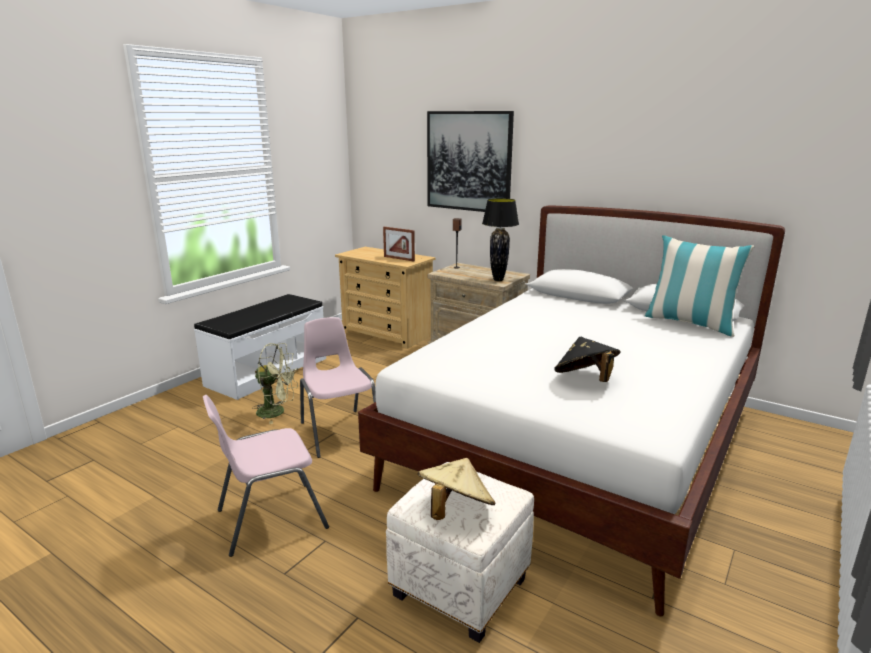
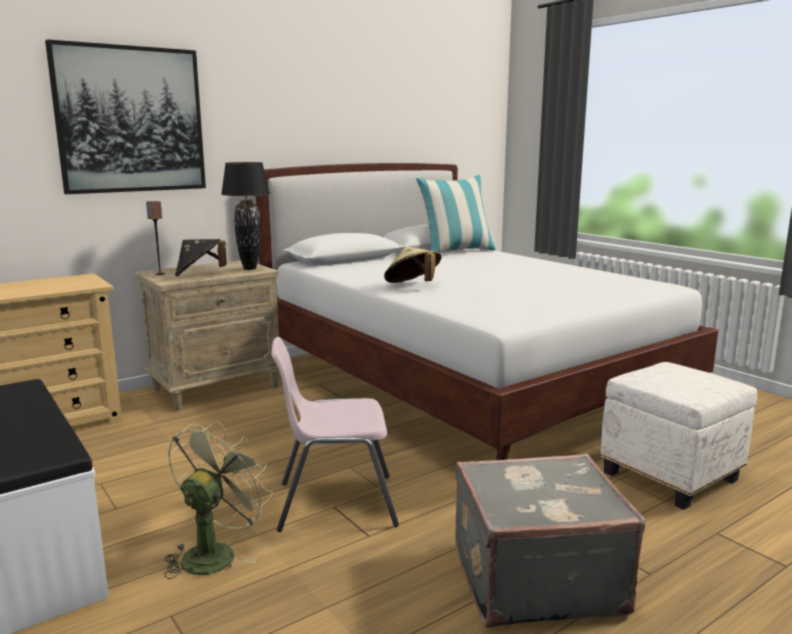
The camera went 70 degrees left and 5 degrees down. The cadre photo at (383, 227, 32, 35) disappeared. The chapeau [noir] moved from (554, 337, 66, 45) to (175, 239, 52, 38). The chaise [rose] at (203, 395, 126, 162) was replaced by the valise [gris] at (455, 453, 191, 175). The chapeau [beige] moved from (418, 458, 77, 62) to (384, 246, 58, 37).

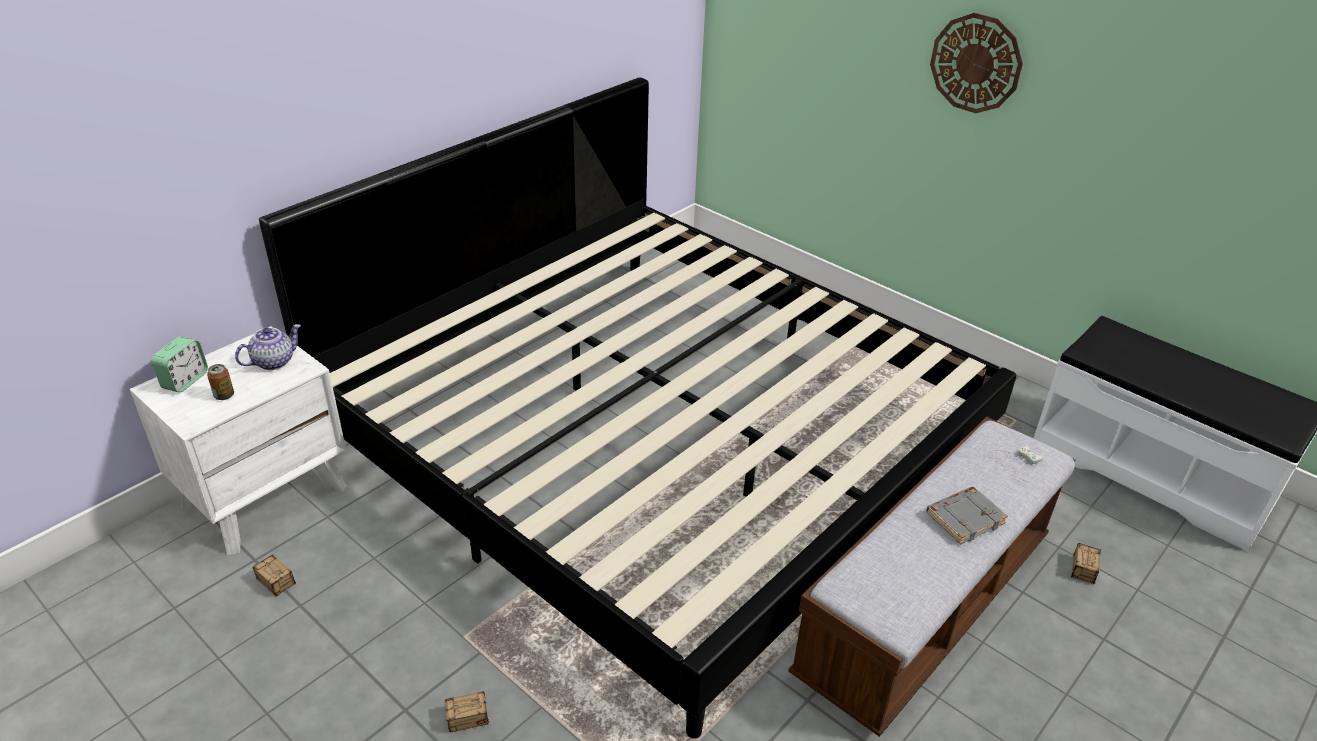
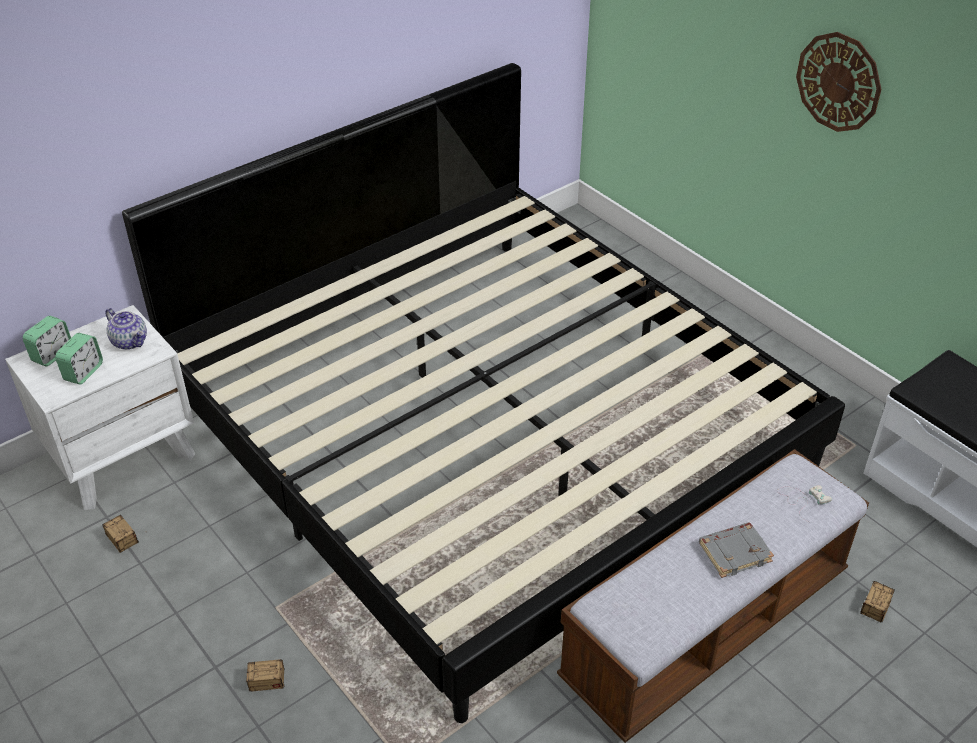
The camera went 10 degrees right and 5 degrees up. The théière at (235, 324, 66, 46) turned 75 degrees clockwise. The boîte métallique at (207, 364, 27, 36) was replaced by the réveil at (55, 333, 48, 51).

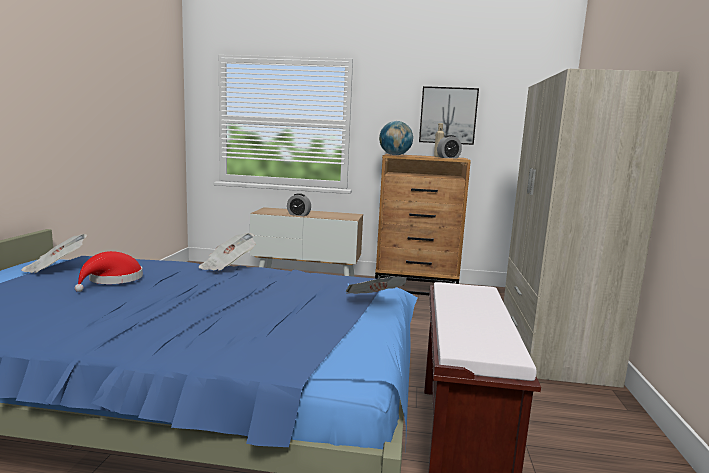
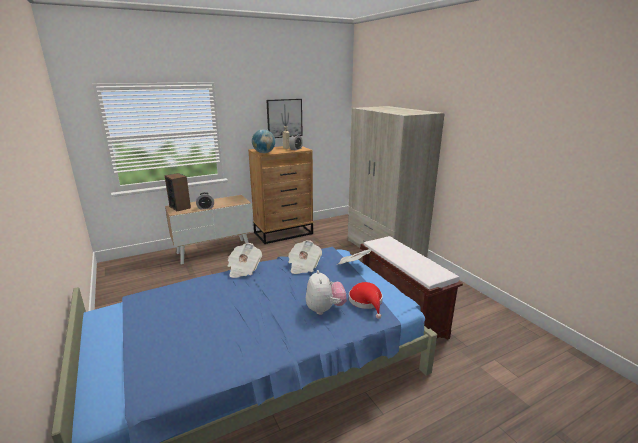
The camera went 35 degrees left and 10 degrees up. The journal moved from (22, 234, 66, 39) to (288, 240, 34, 34). The chapeau [rouge] moved from (75, 251, 68, 41) to (349, 282, 34, 37). The enceinte at (165, 173, 26, 38) appeared. The peluche at (306, 270, 41, 45) appeared.

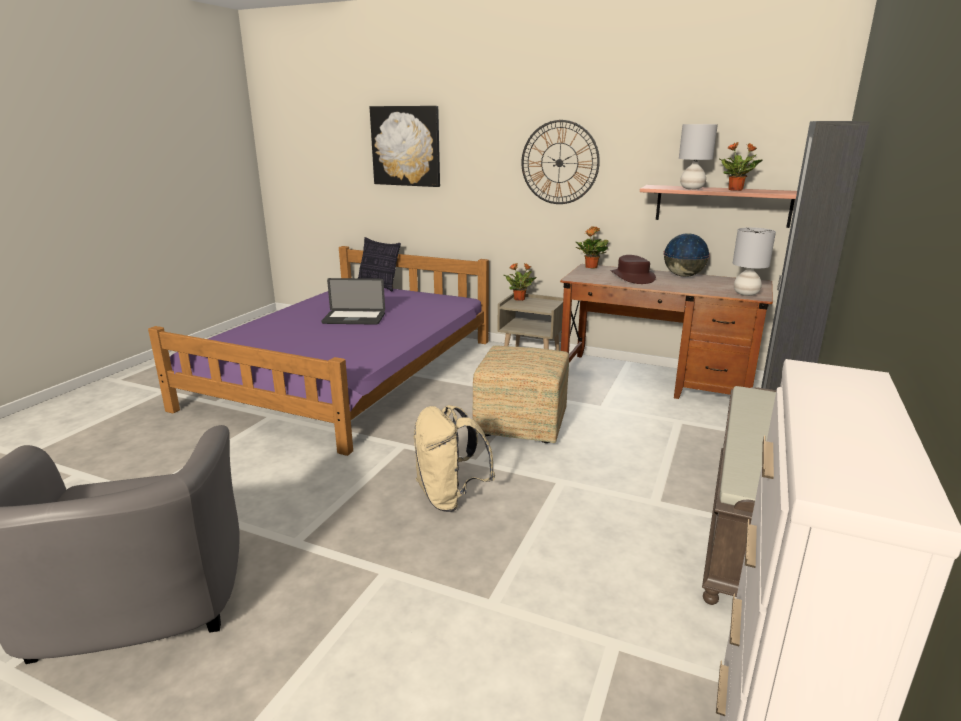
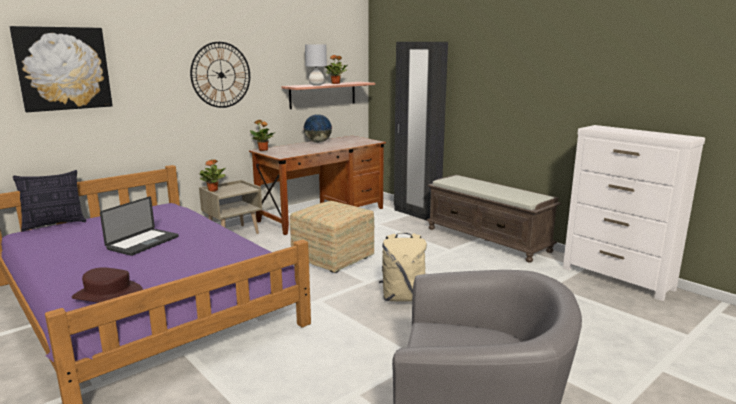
The camera went 65 degrees left and 5 degrees down. The lampe de table [gris] at (733, 227, 43, 69) disappeared. The chapeau [marron] moved from (611, 255, 45, 29) to (72, 268, 71, 35).

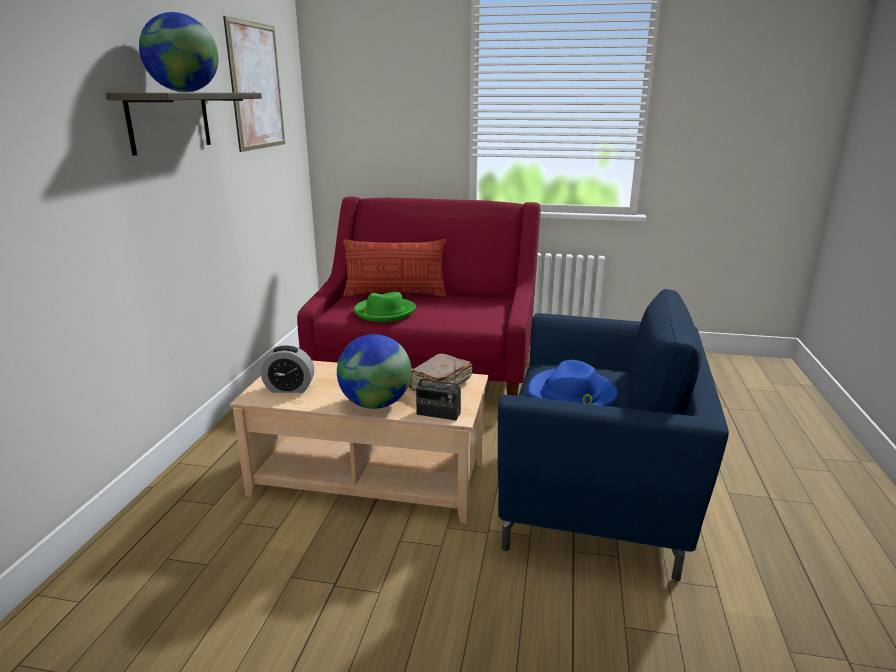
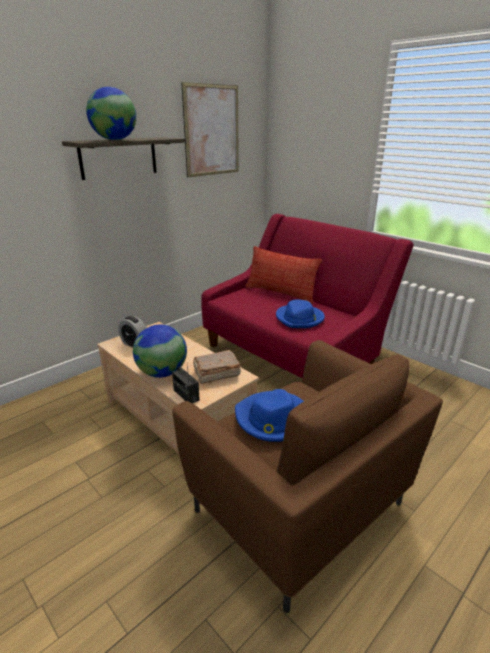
The camera went 35 degrees right and 5 degrees up. The fauteuil [bleu] at (498, 289, 231, 292) became the fauteuil [marron] at (173, 340, 270, 273). The chapeau [vert] at (354, 292, 62, 30) disappeared. The chapeau [bleu] at (276, 299, 49, 29) appeared.

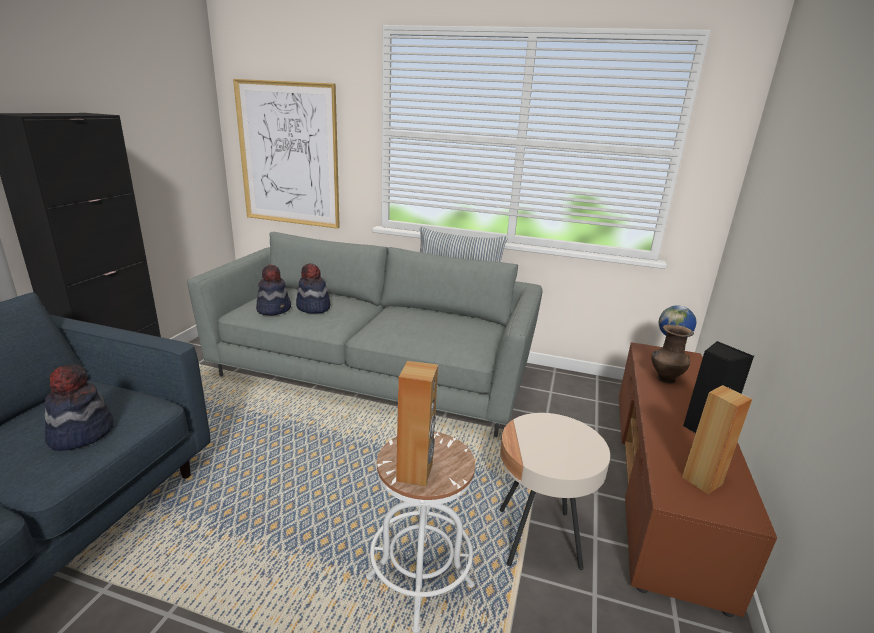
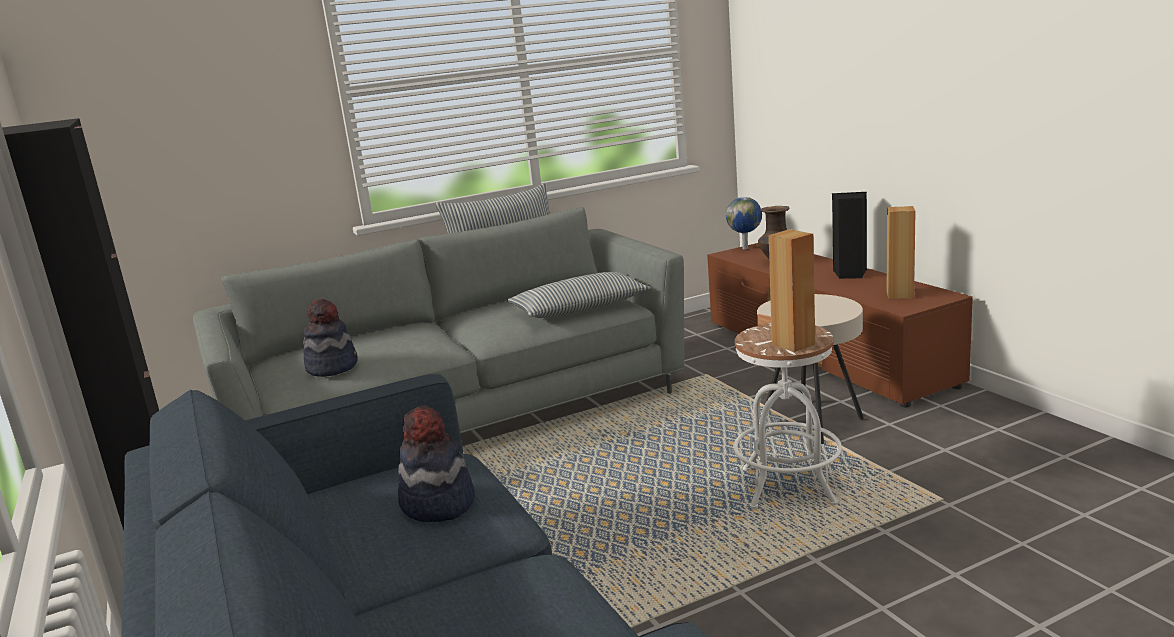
The camera went 40 degrees left and 5 degrees down. The tableau at (233, 79, 107, 150) disappeared. The chapeau at (296, 263, 34, 50) disappeared. The coussin at (507, 272, 143, 46) appeared.

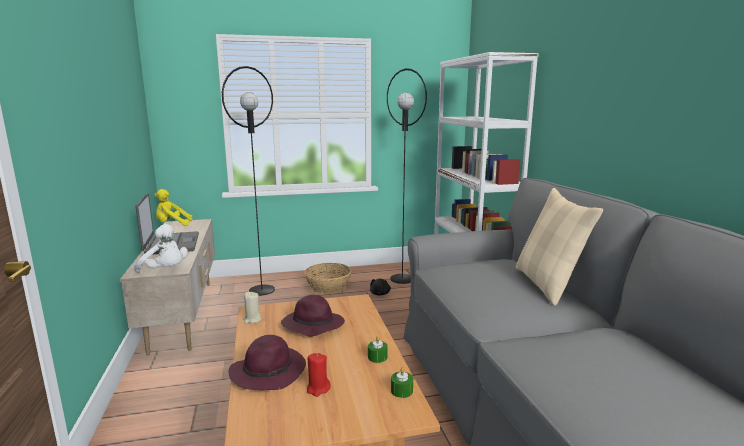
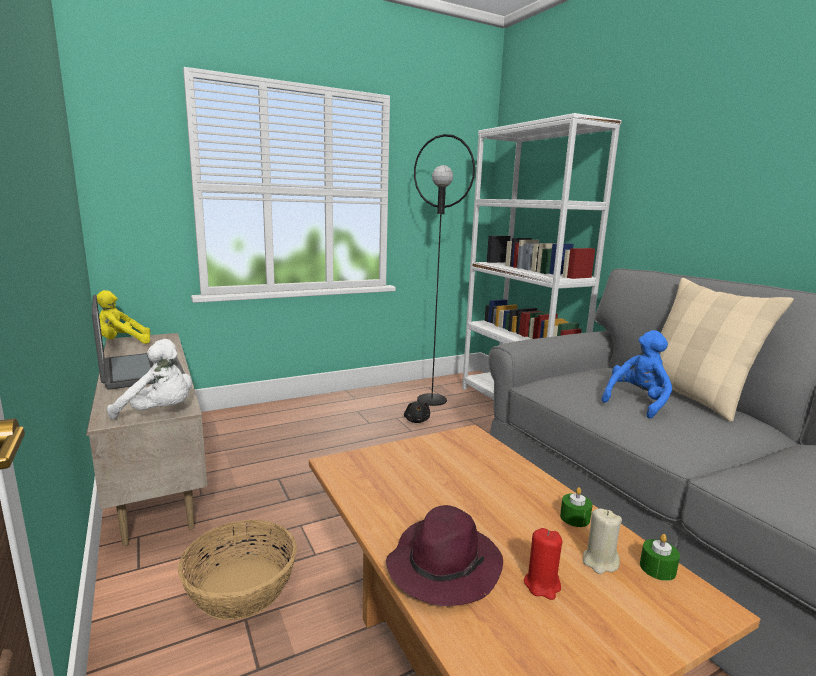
The camera went 15 degrees left and 0 degrees up. The lampadaire [noir] at (222, 66, 53, 230) disappeared. The panier moved from (304, 263, 48, 31) to (178, 520, 119, 100). The bougie [beige] moved from (243, 292, 19, 31) to (583, 509, 39, 65). The chapeau [violet] at (281, 295, 64, 42) disappeared. The peluche [bleu] at (601, 330, 71, 88) appeared.

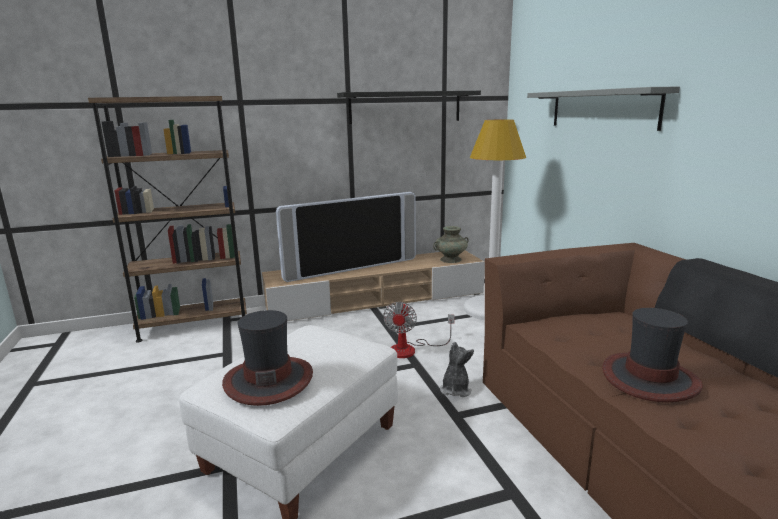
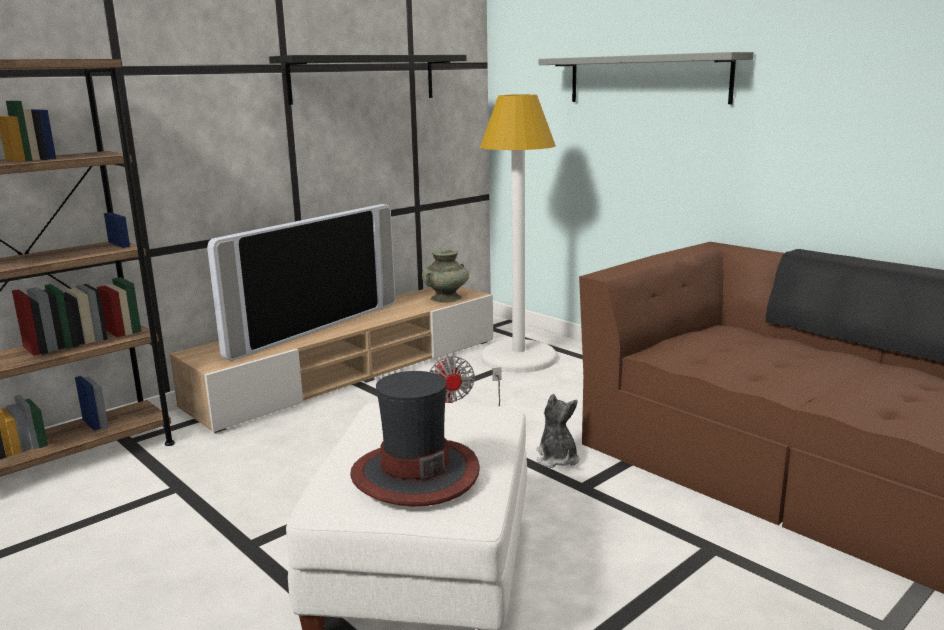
The camera went 25 degrees left and 0 degrees up. The chapeau at (602, 308, 101, 94) disappeared.

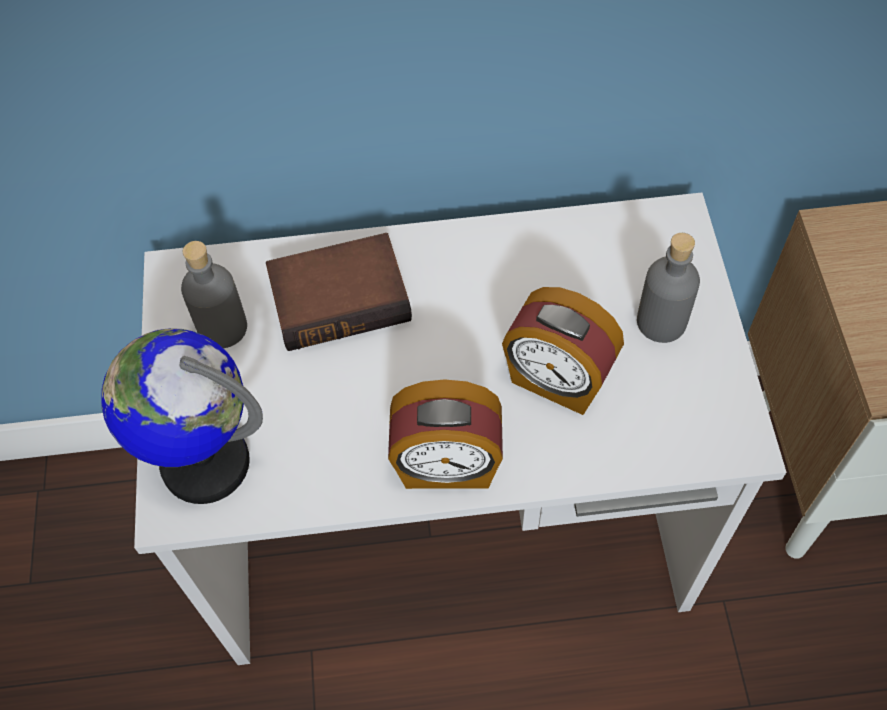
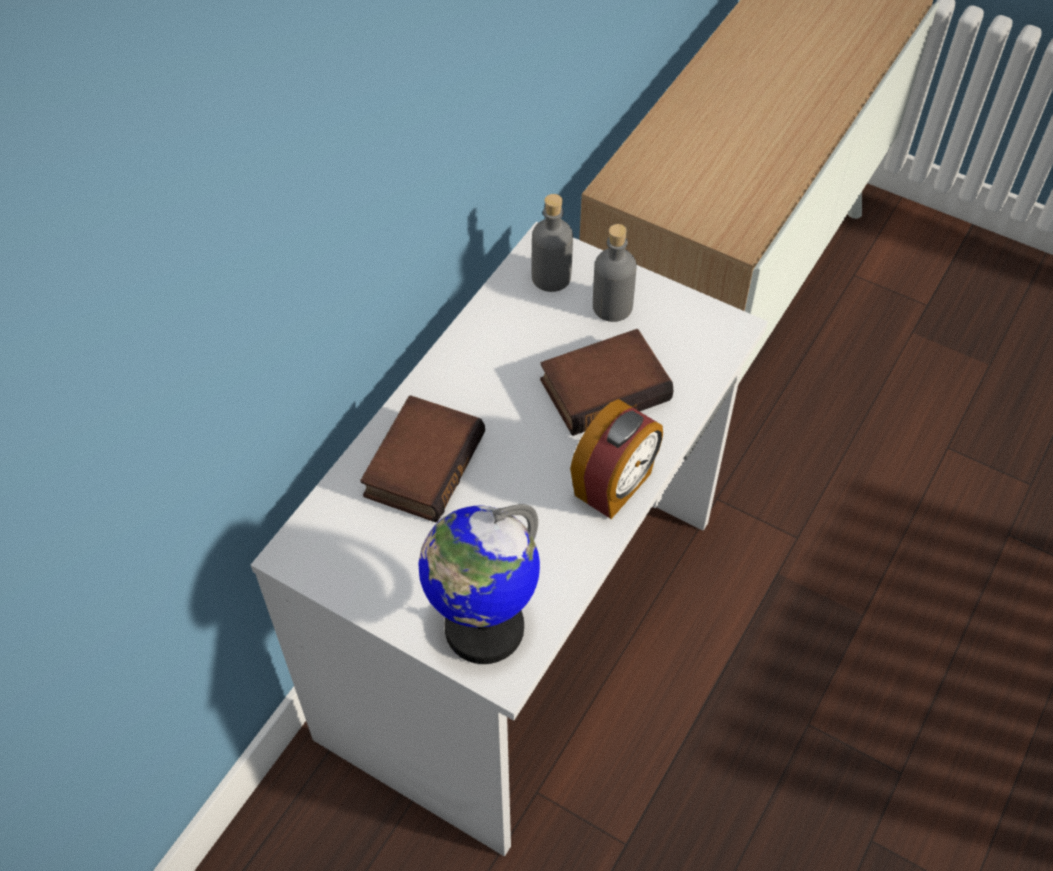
The camera went 55 degrees left and 5 degrees down. The bouteille [gris] moved from (181, 241, 66, 107) to (532, 194, 41, 98). The réveil at (502, 287, 122, 128) was replaced by the livre at (540, 329, 133, 107).

